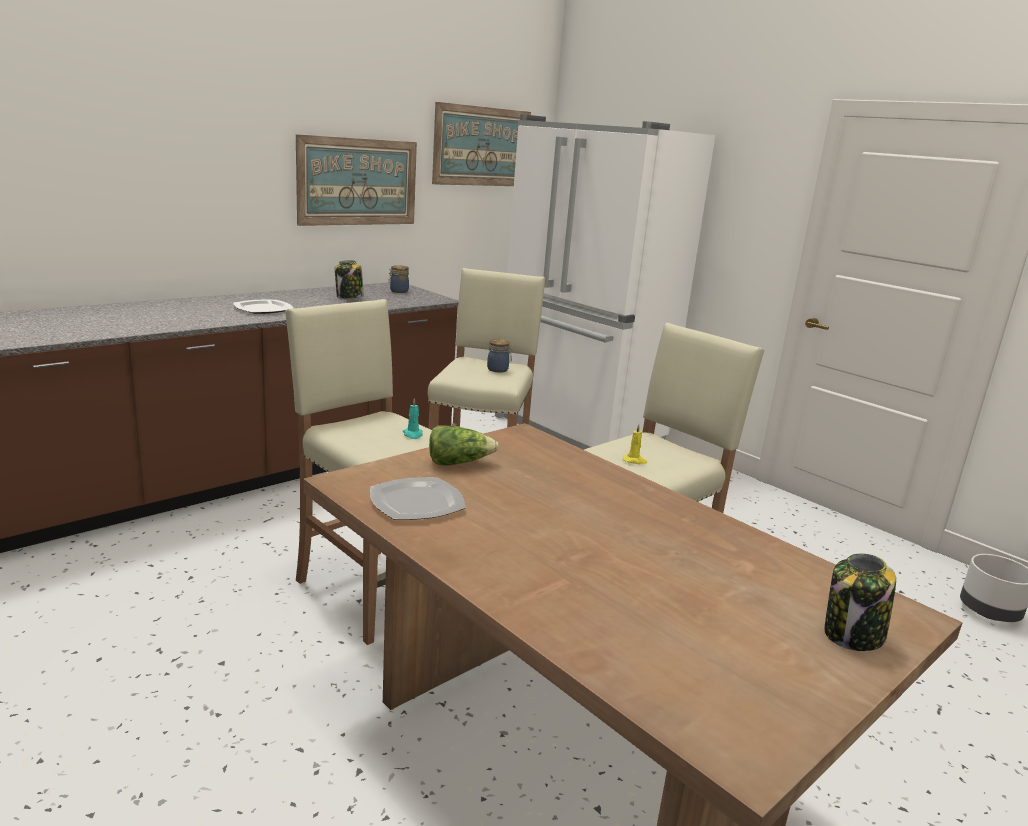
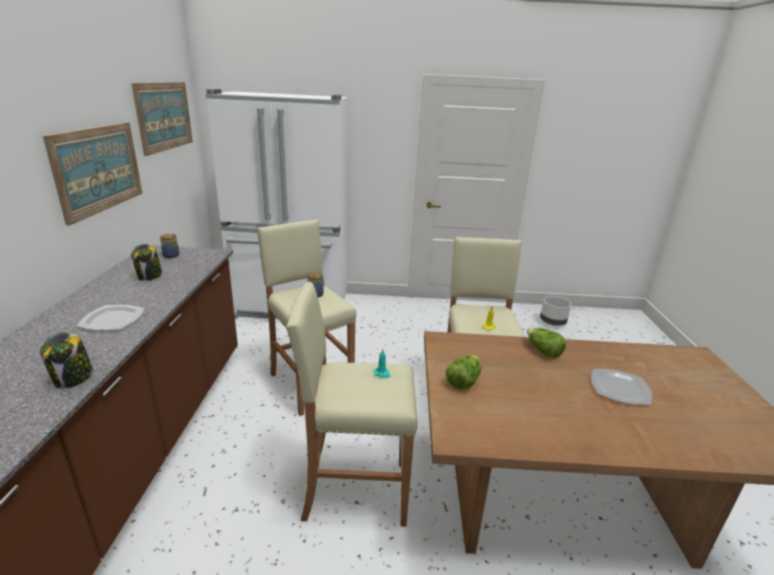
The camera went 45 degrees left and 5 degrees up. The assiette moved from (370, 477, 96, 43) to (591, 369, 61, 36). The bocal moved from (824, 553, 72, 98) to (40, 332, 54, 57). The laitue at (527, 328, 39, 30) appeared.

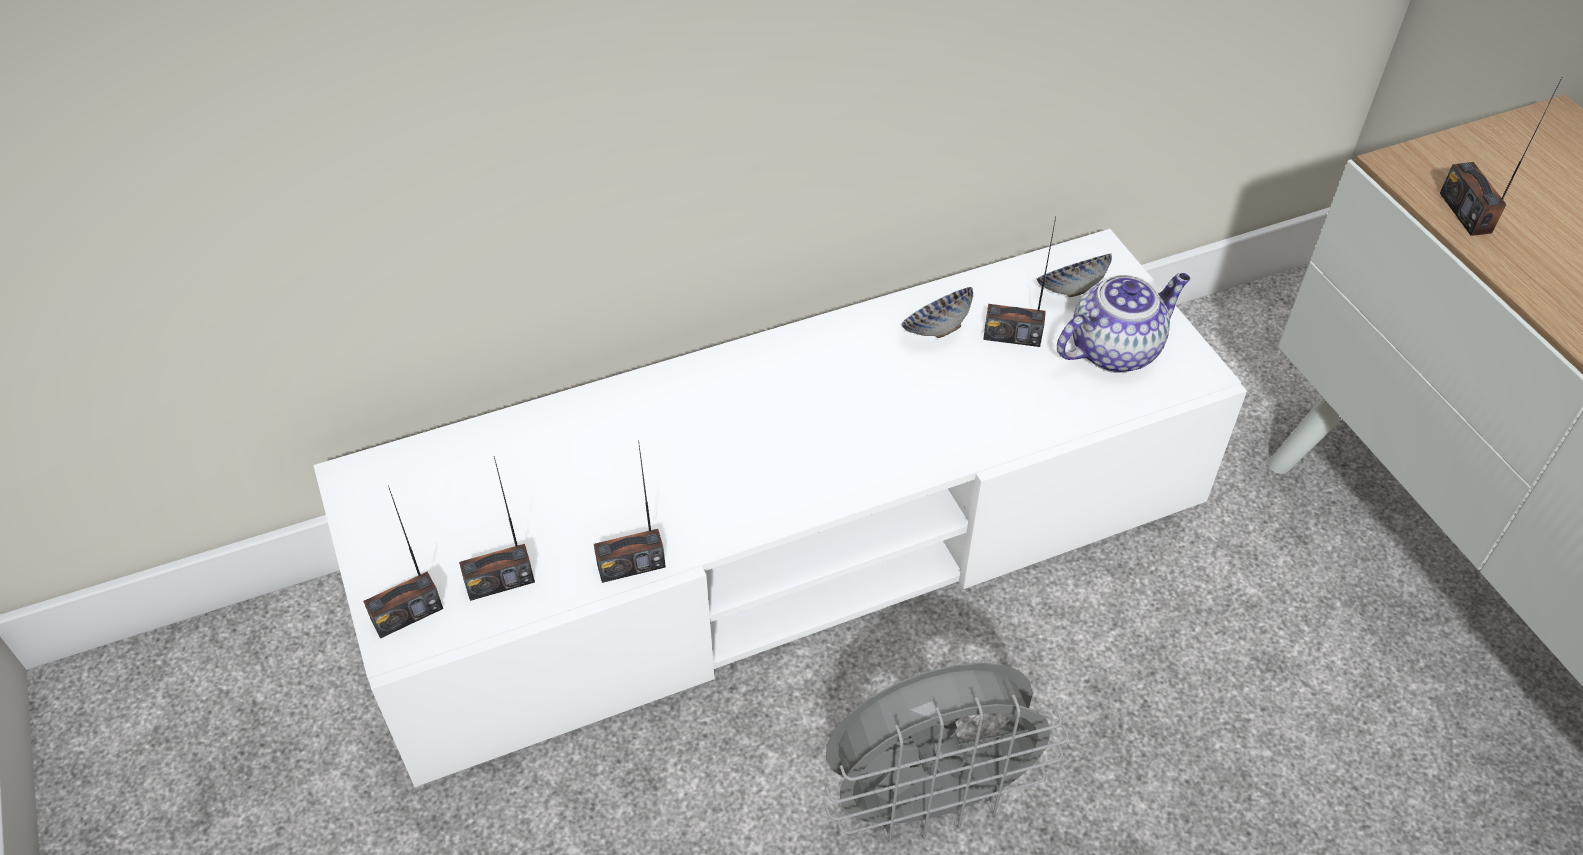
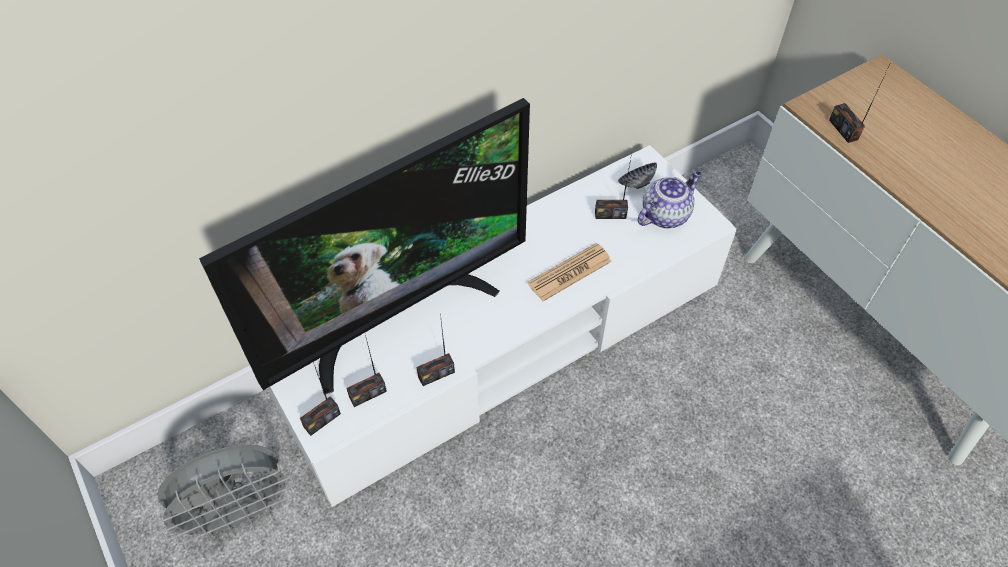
The camera went 10 degrees left and 5 degrees up. The bol at (901, 287, 72, 51) disappeared. The ventilateur [gris] moved from (825, 662, 244, 180) to (155, 445, 140, 100). The téléviseur at (199, 98, 331, 296) appeared. The journal at (527, 243, 85, 58) appeared.

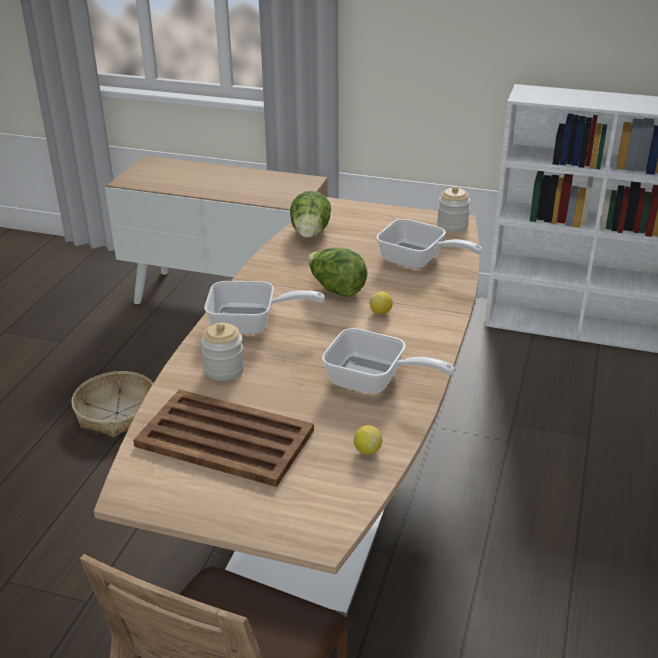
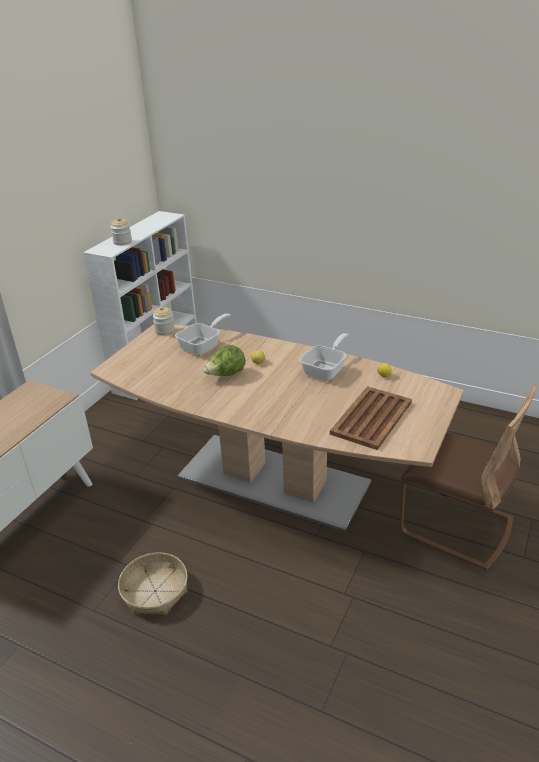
The camera went 80 degrees left and 0 degrees up. The laitue at (290, 191, 41, 47) disappeared. The poêle at (204, 281, 121, 53) disappeared. The bocal moved from (201, 323, 43, 58) to (111, 217, 21, 28).

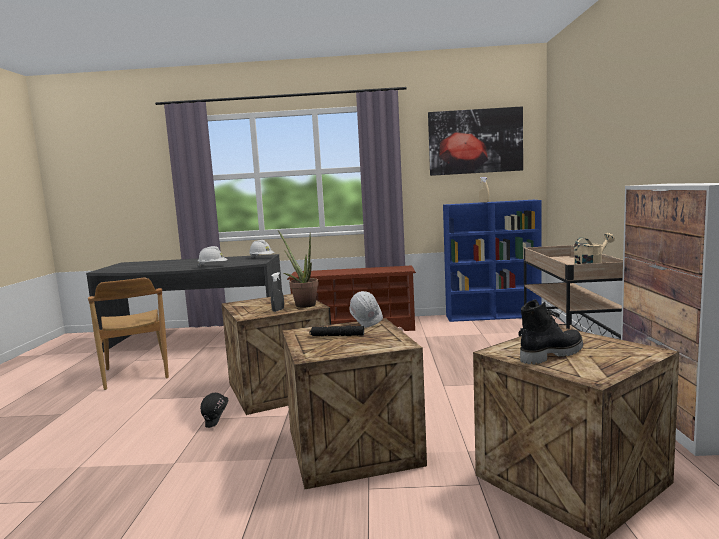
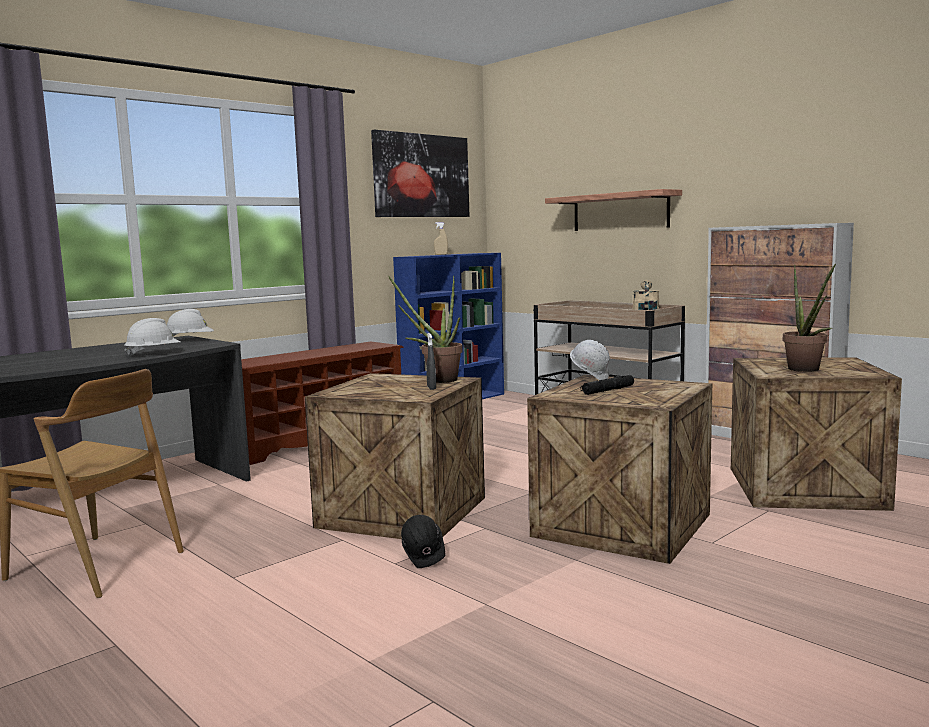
The camera went 45 degrees left and 0 degrees up. The botte [noir] at (520, 299, 63, 65) was replaced by the plante en pot at (783, 264, 53, 108). The étagère at (545, 189, 137, 42) appeared.

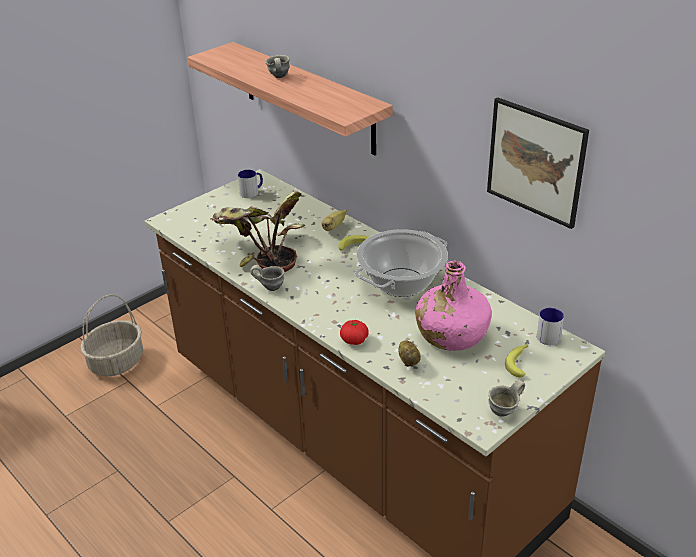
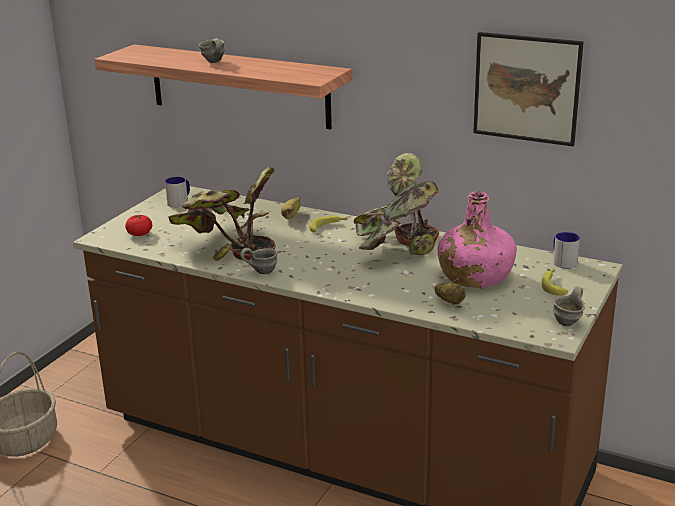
The camera went 20 degrees left and 10 degrees down. The marmite at (355, 229, 93, 68) was replaced by the plante en pot at (354, 153, 85, 102). The tomate moved from (340, 320, 29, 25) to (125, 215, 27, 21).

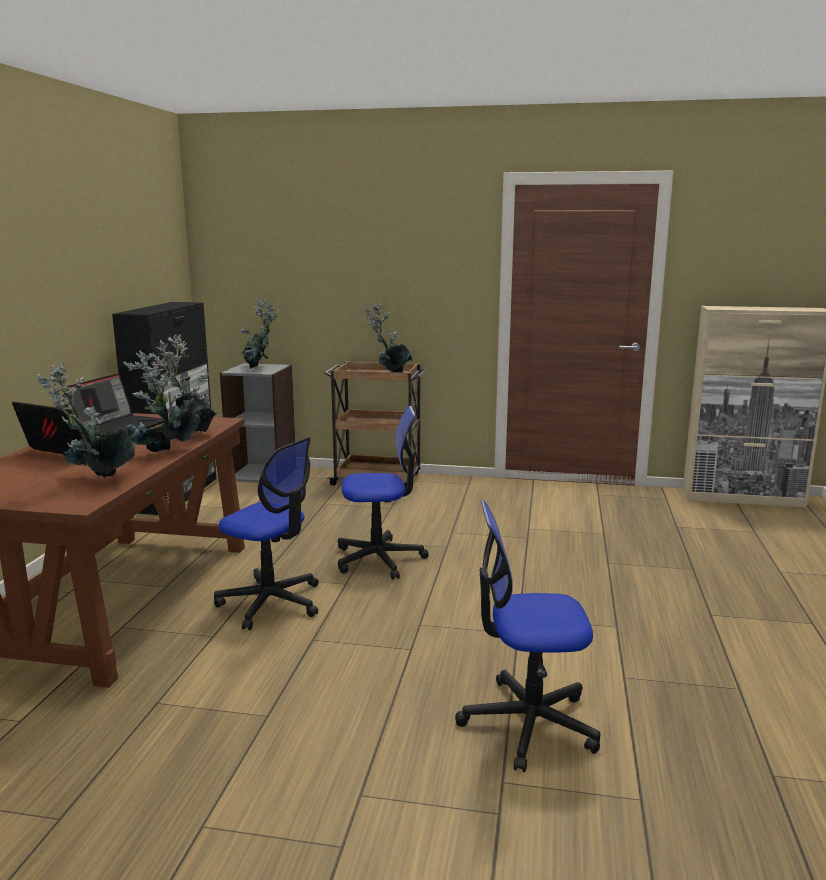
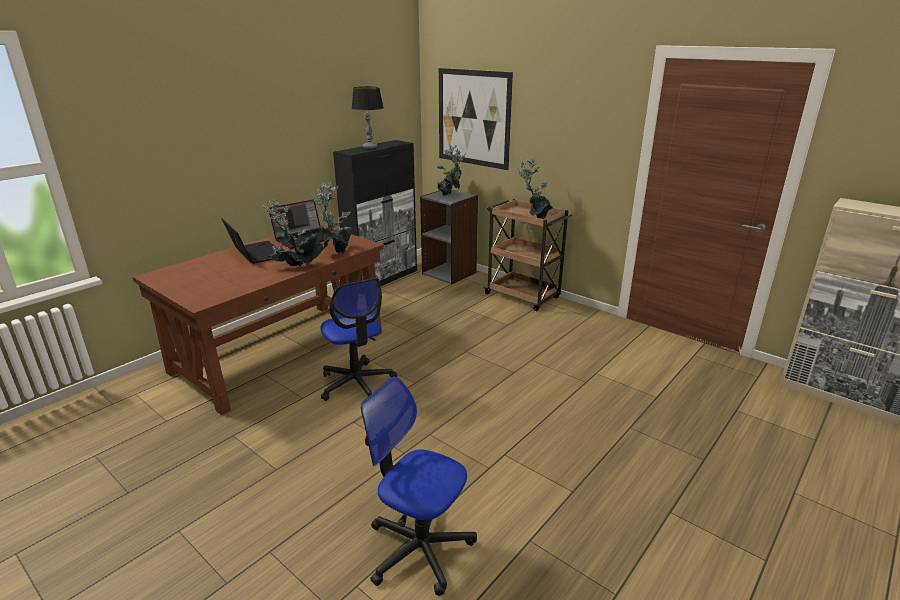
The camera went 30 degrees right and 10 degrees up. The plante en pot at (37, 363, 98, 115) disappeared. The chaise de bureau at (338, 406, 91, 174) disappeared. The tableau at (439, 68, 74, 102) appeared. The lampe de table at (352, 86, 32, 63) appeared.

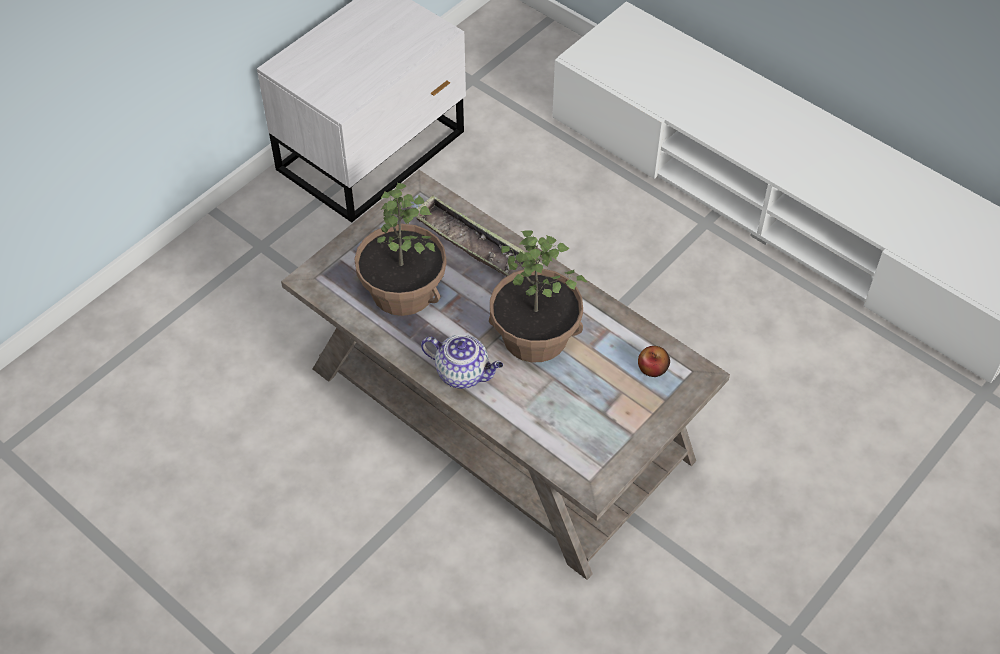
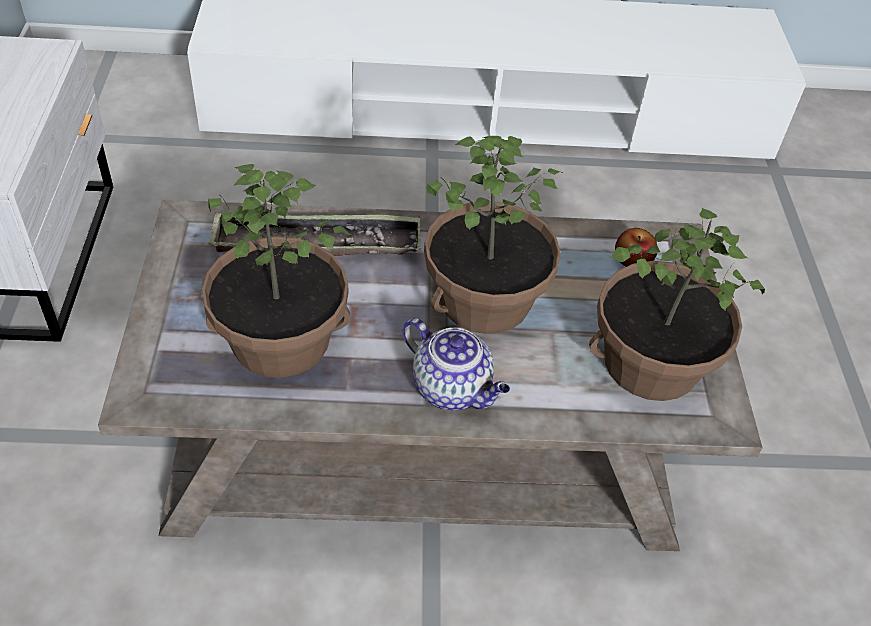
The camera went 45 degrees left and 5 degrees down. The théière at (421, 335, 82, 54) turned 60 degrees clockwise. The plante en pot at (589, 208, 176, 193) appeared.

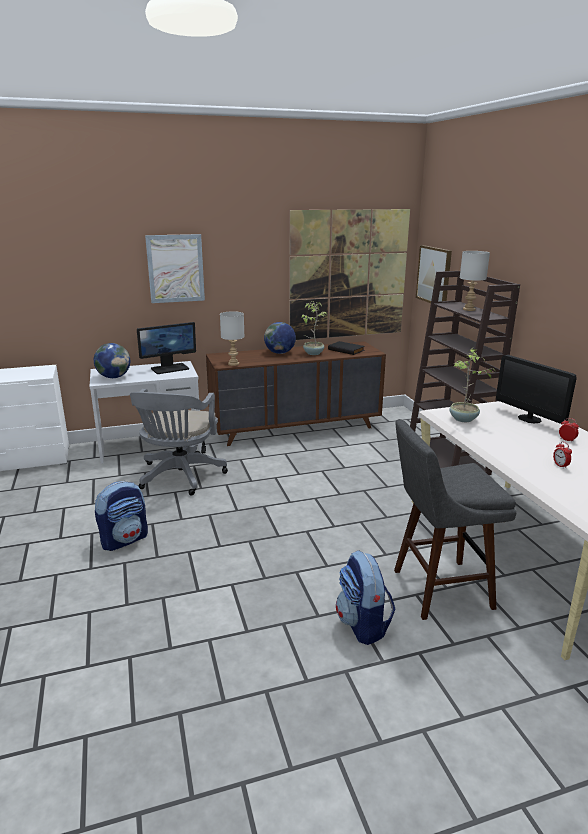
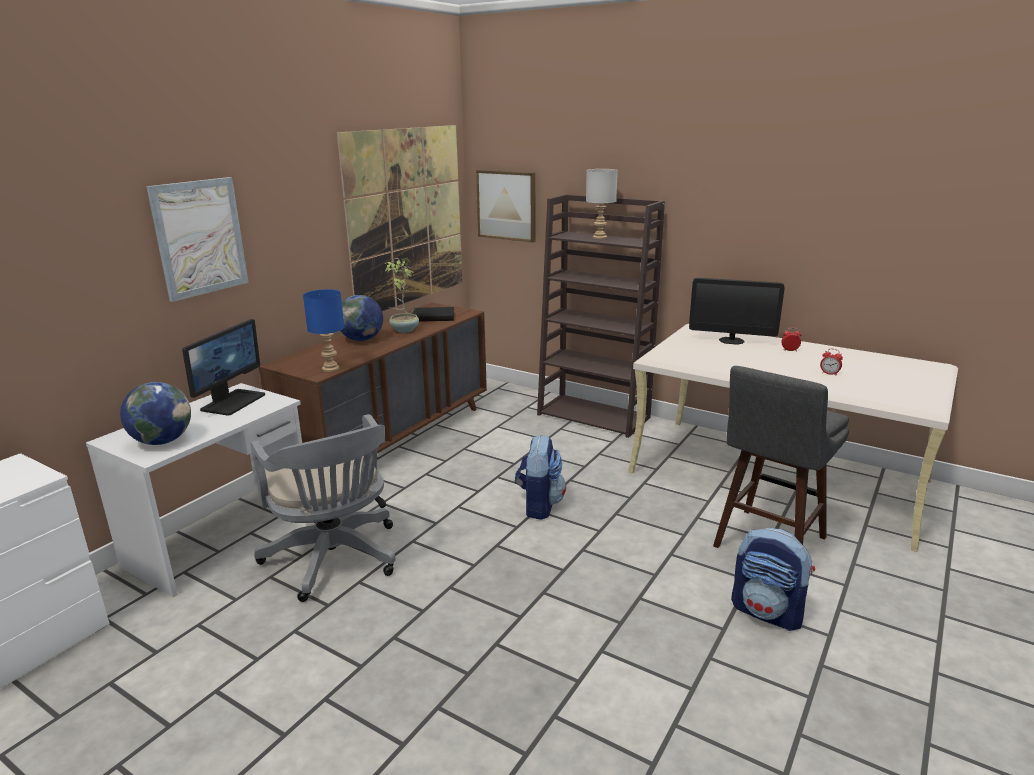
The camera went 40 degrees left and 0 degrees up. The lampe de table [gris] at (220, 311, 25, 55) became the lampe de table [bleu] at (303, 289, 41, 83). The plante en pot at (449, 347, 47, 75) disappeared. The sac à dos moved from (95, 481, 53, 70) to (515, 435, 51, 85).

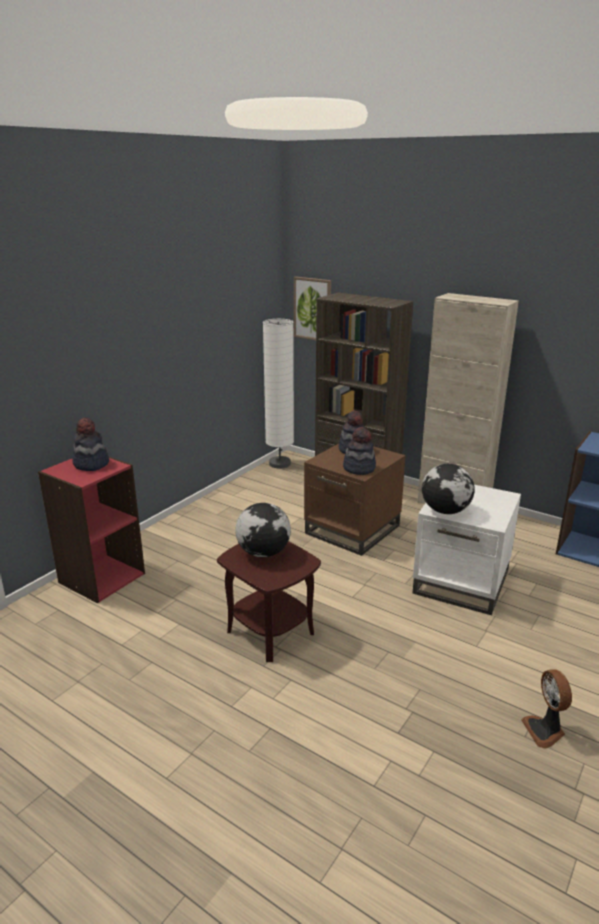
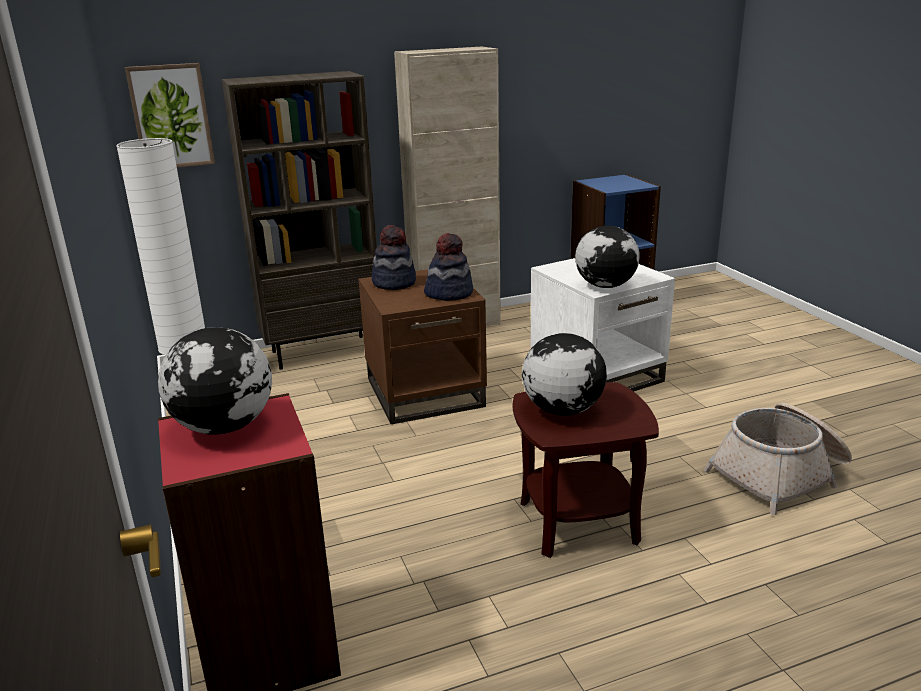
The camera went 55 degrees left and 0 degrees up. The chapeau at (72, 417, 37, 54) was replaced by the globe at (158, 327, 114, 108). The ventilateur at (521, 669, 51, 79) disappeared. The panier at (704, 403, 148, 112) appeared.

